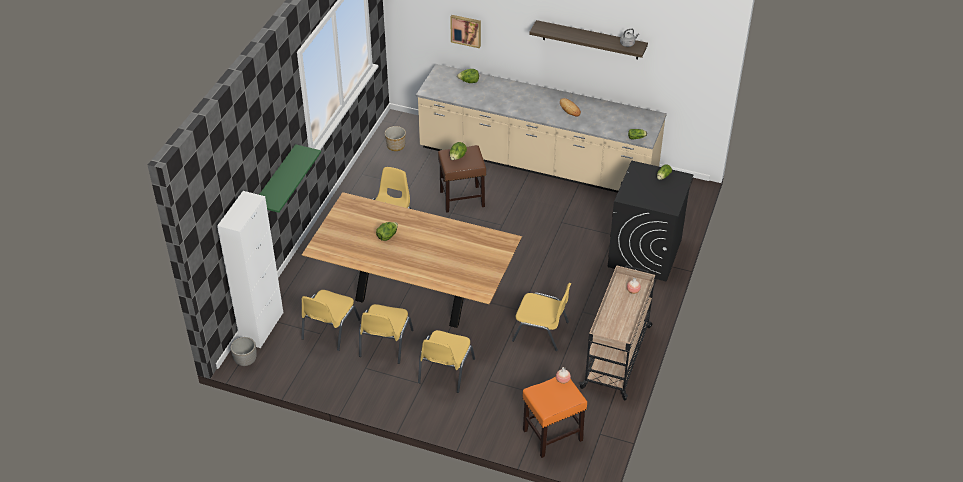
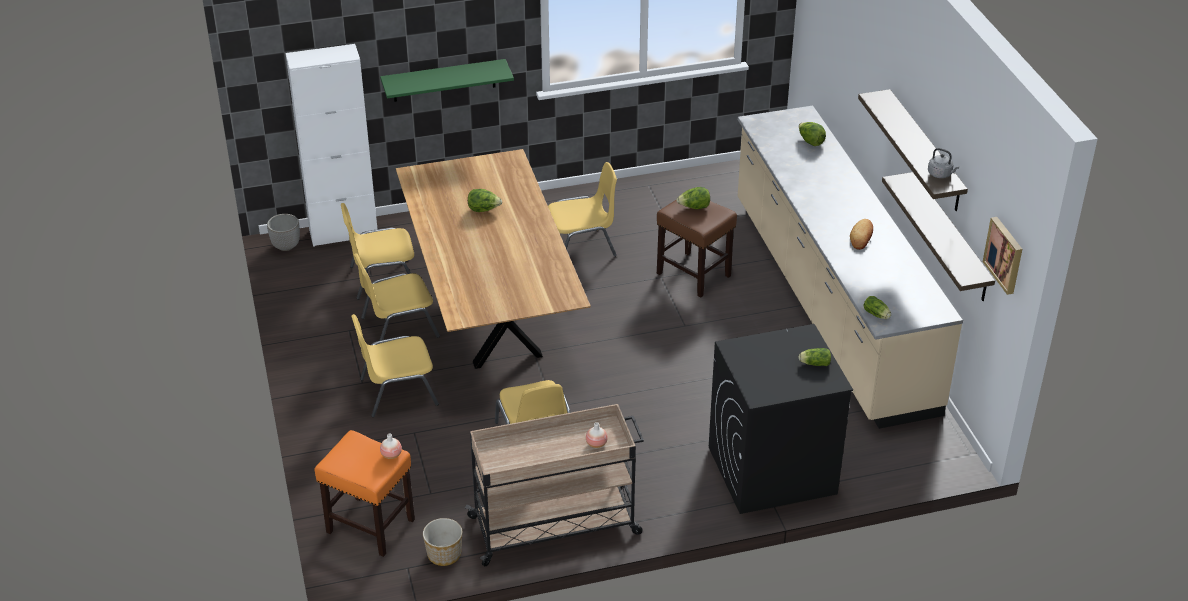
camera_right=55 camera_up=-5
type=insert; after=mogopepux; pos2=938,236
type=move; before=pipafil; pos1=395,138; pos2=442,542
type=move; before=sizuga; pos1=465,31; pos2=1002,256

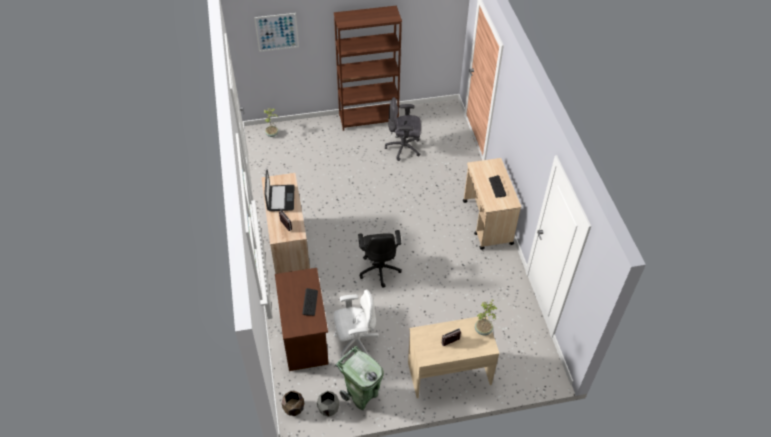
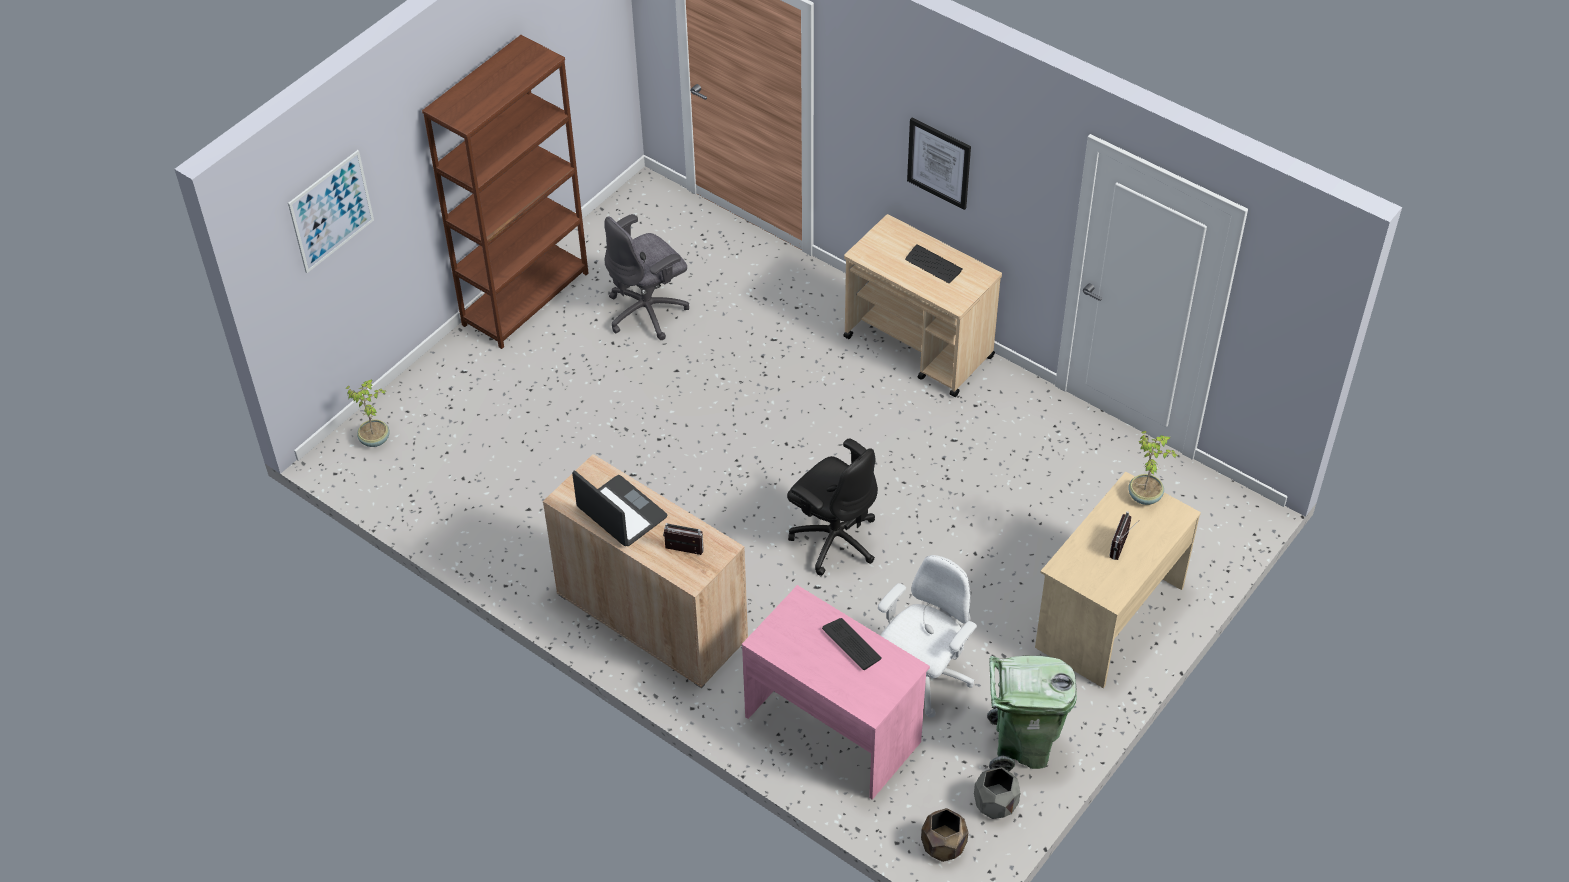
camera_right=-40 camera_up=0
type=insert; after=sizuga; pos2=939,164
type=recolor; before=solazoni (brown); after=solazoni (pink); pos1=302,319; pos2=836,692

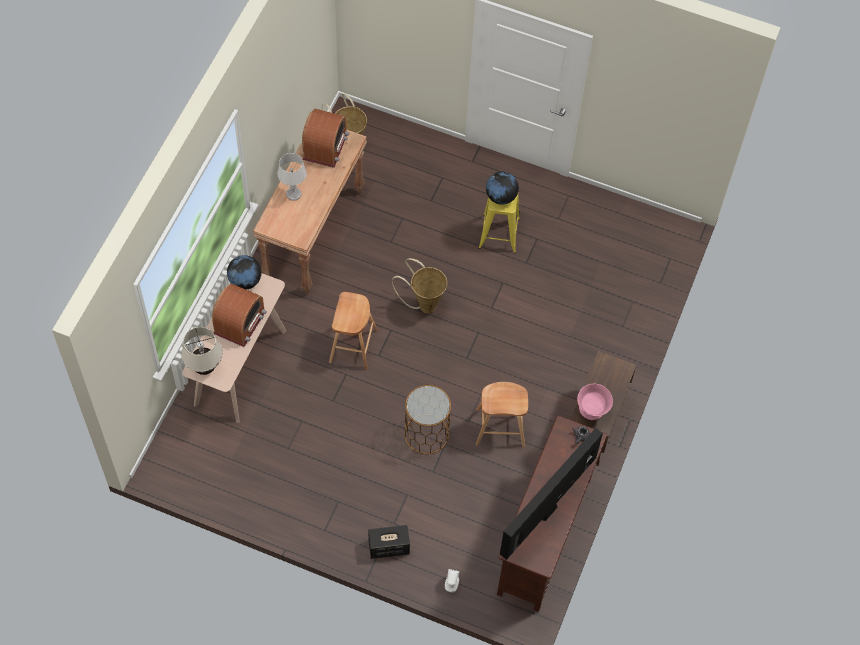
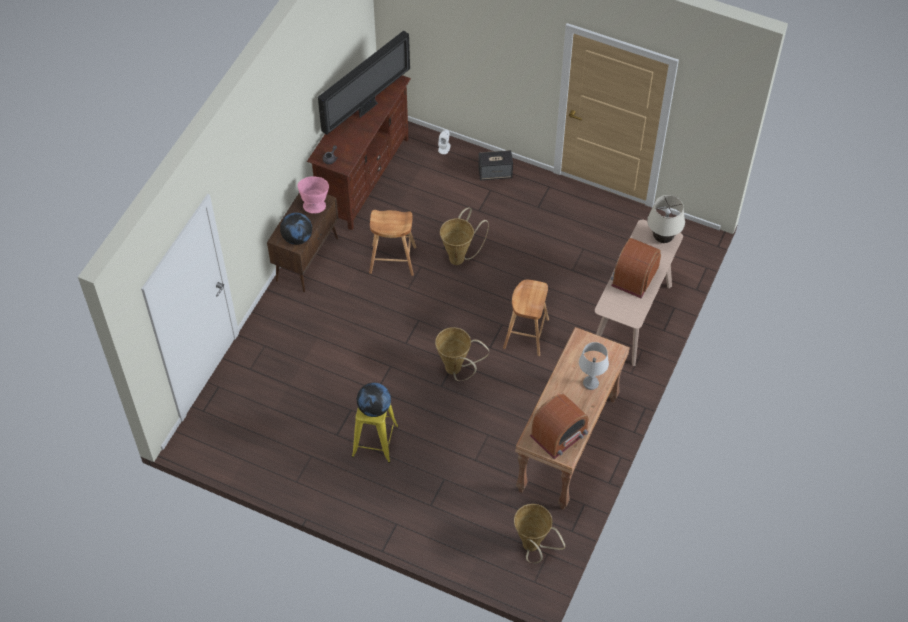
camera_right=-175 camera_up=-5
type=move; before=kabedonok; pos1=244,272; pos2=296,229
type=replace; before=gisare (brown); after=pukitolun; pos1=427,419; pos2=464,236
type=rotate; before=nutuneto; pos1=325,138; pos2=559,426; turn=-150

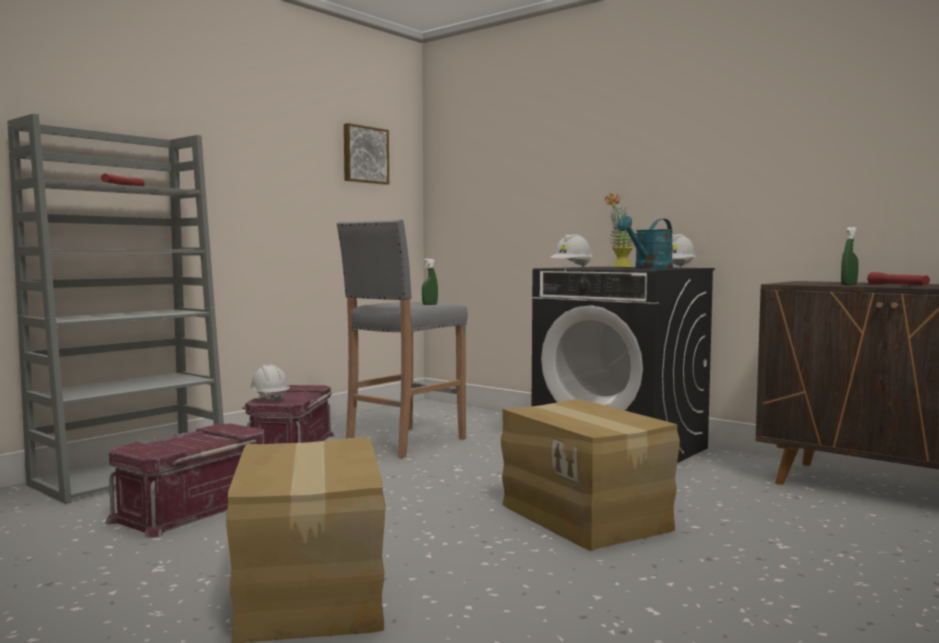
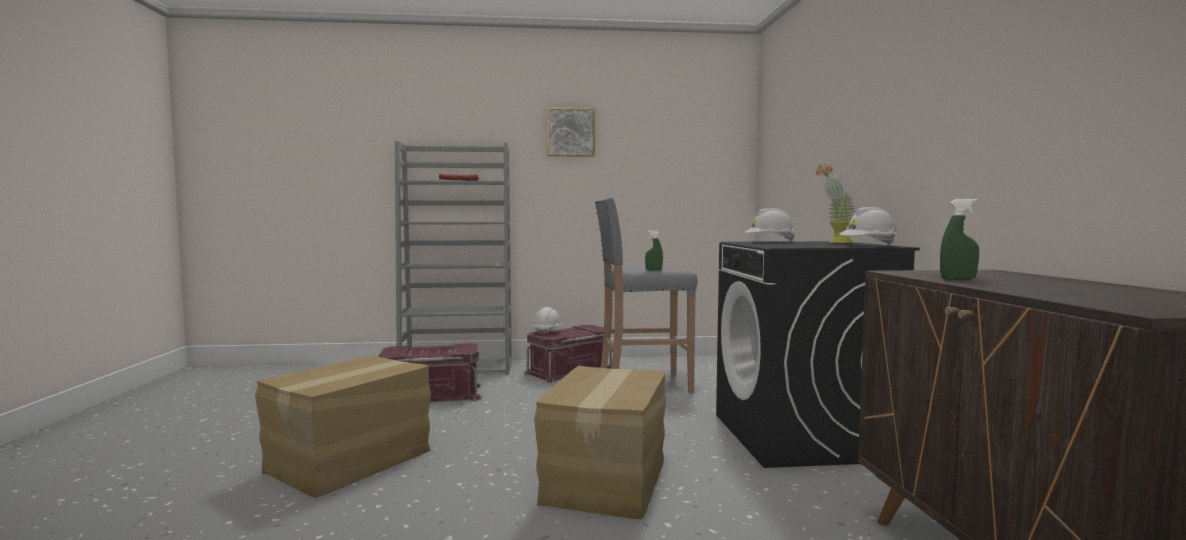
camera_right=45 camera_up=0
type=delete; before=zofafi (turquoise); pos1=645,242
type=delete; before=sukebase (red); pos1=898,278
type=move; before=sizuga; pos1=366,154; pos2=571,132

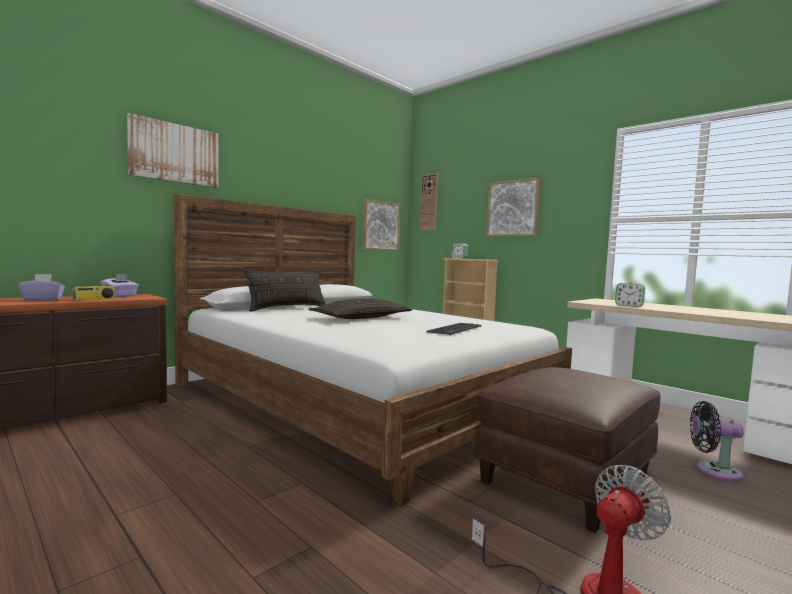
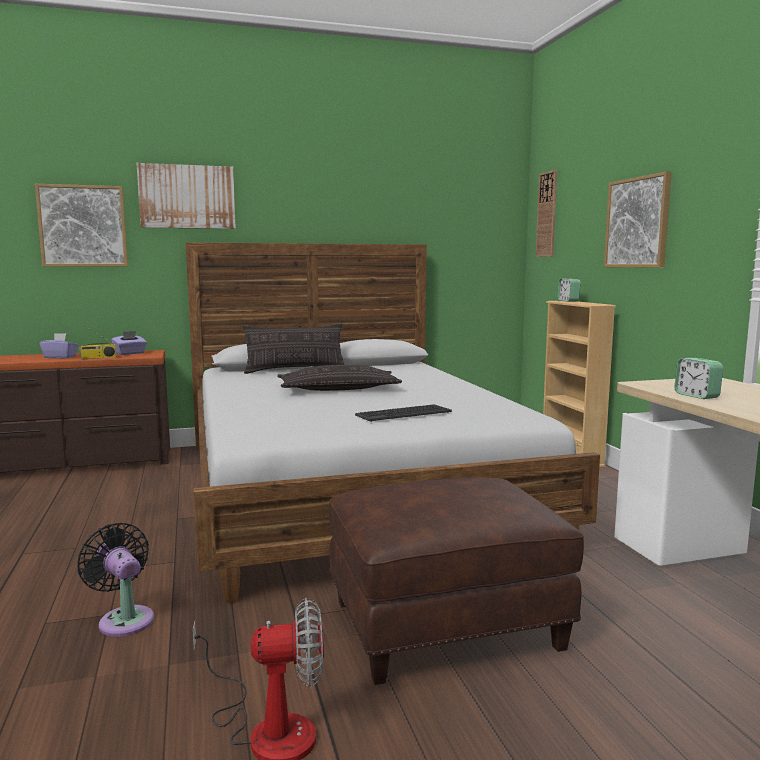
camera_right=30 camera_up=5
type=move; before=sizuga; pos1=381,225; pos2=81,225
type=move; before=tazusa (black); pos1=717,441; pos2=115,580

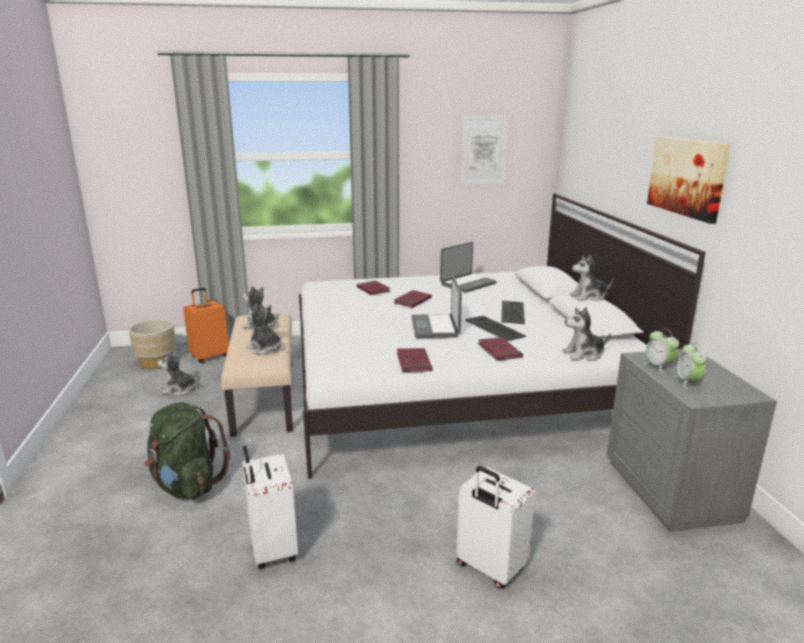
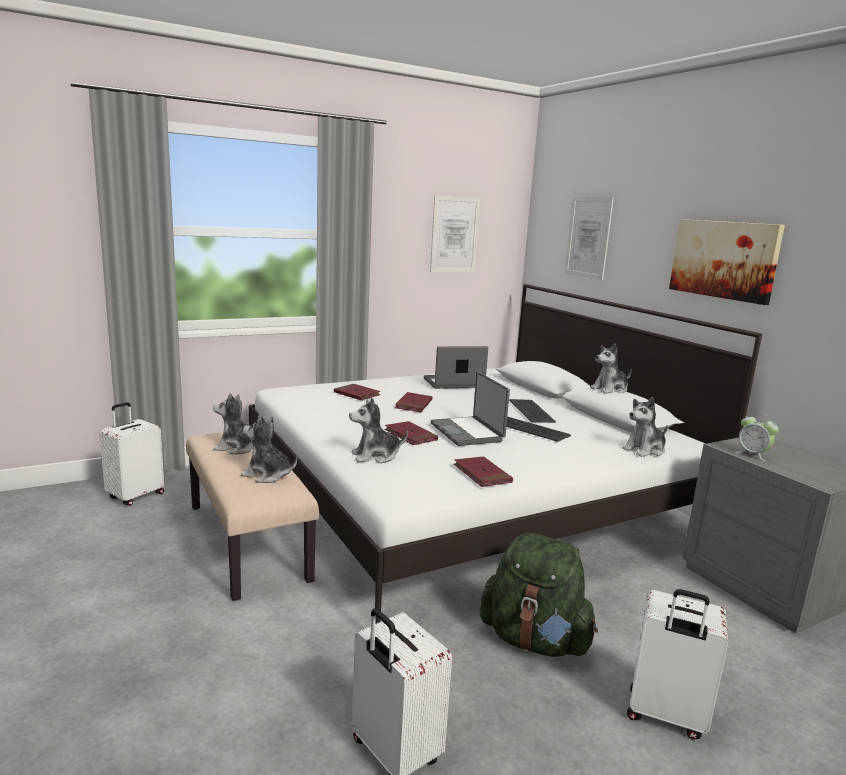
camera_right=-20 camera_up=-5
type=delete; before=pipafil (beige); pos1=152,344
type=delete; before=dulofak; pos1=690,366
type=insert; after=sizuga; pos2=589,238
type=move; before=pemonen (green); pos1=187,451; pos2=539,595
type=move; before=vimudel; pos1=179,373; pos2=378,430
type=move; before=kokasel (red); pos1=500,349; pos2=411,433
type=recolor; before=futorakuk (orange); after=futorakuk (white); pos1=206,325; pos2=132,454
type=rotate; before=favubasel; pos1=468,267; pos2=456,367; turn=-135

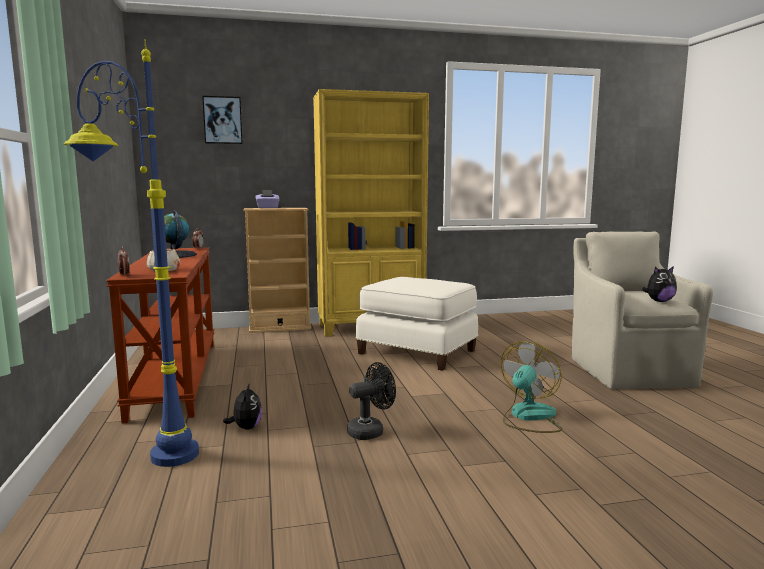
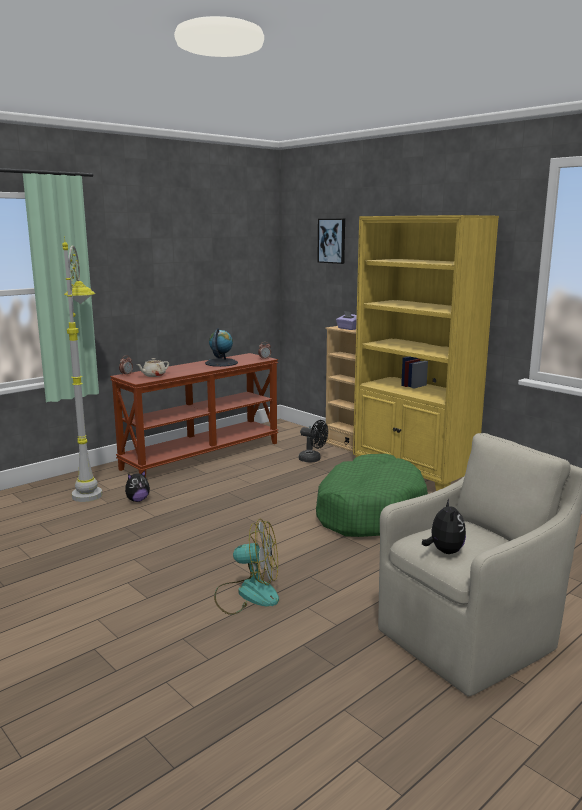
camera_right=60 camera_up=5
type=move; before=tazusa (black); pos1=371,401; pos2=313,441
type=replace; before=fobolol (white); after=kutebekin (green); pos1=417,324; pos2=372,495
type=recolor; before=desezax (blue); after=desezax (grey); pos1=131,253; pos2=82,369
type=rotate; before=vimudel; pos1=659,284; pos2=444,526; turn=-135

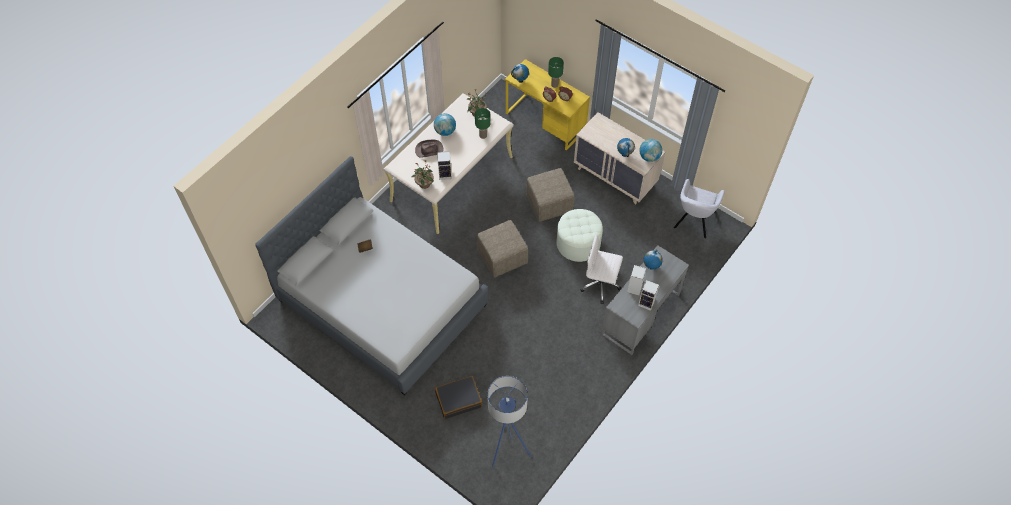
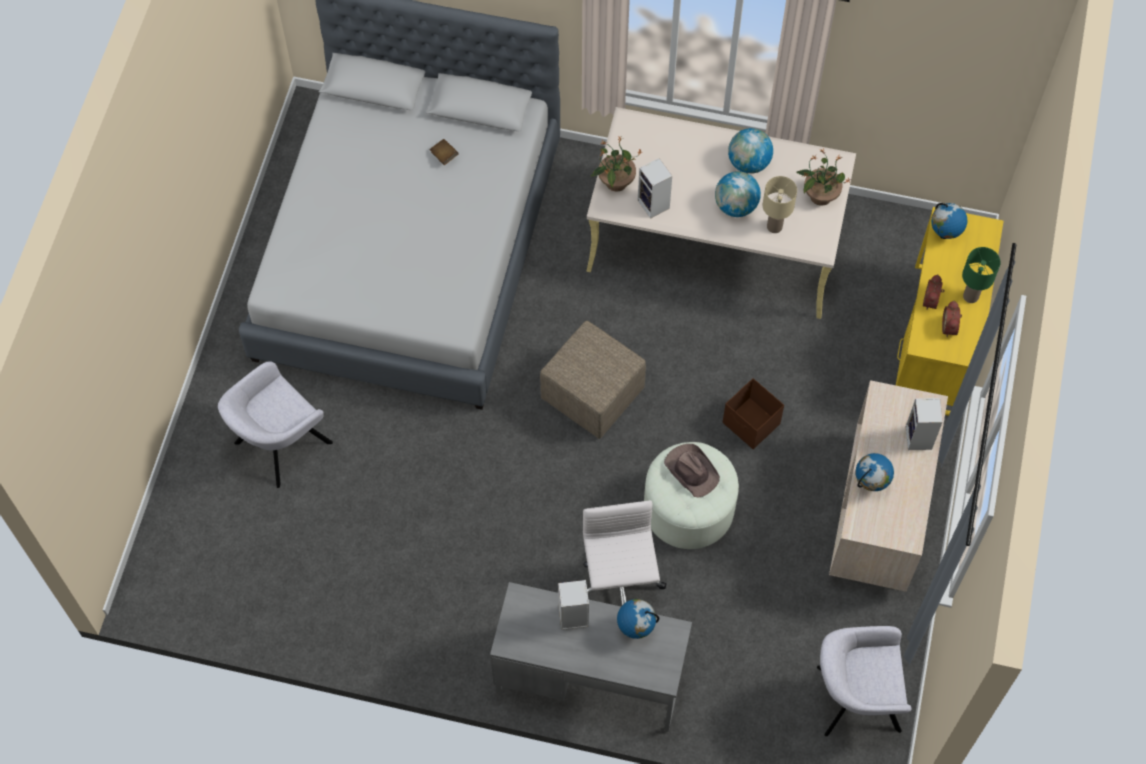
camera_right=65 camera_up=5
type=delete; before=desezax (blue); pos1=509,421
type=move; before=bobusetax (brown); pos1=429,148; pos2=692,470
type=move; before=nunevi; pos1=648,295; pos2=924,424
type=move; before=kabedonok; pos1=650,150; pos2=738,194
type=replace; before=futorakuk (black); after=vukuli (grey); pos1=458,397; pos2=275,424
type=replace; before=fobolol (beige); after=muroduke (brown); pos1=550,195; pos2=753,413
type=recolor; before=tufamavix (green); after=tufamavix (beige); pos1=483,123; pos2=780,204

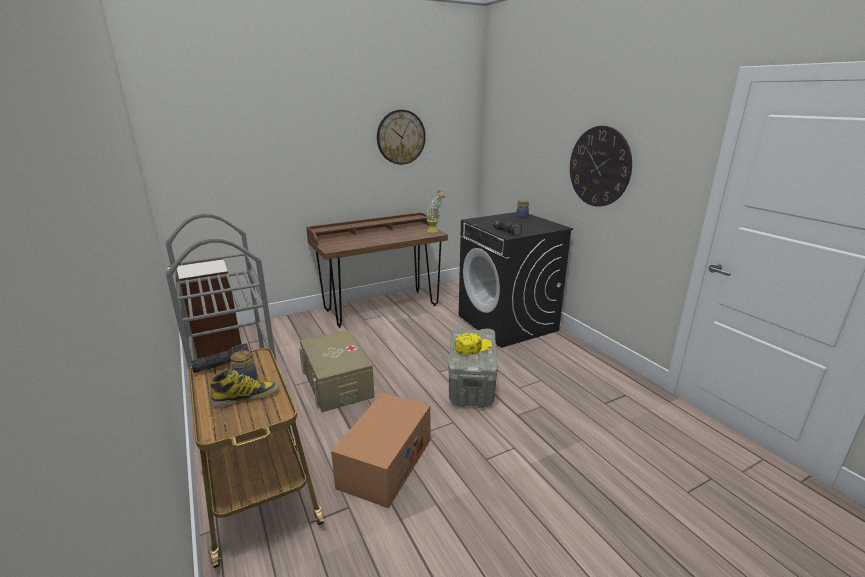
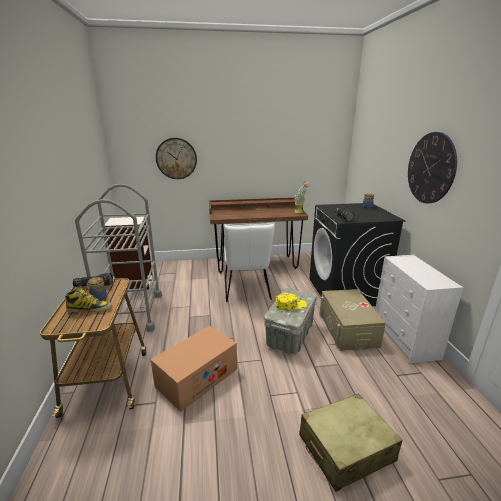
camera_right=20 camera_up=0
type=insert; after=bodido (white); pos2=249,262
type=insert; after=futorakuk (beige); pos2=350,443
type=insert; after=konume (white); pos2=419,309
type=move; before=muroduke (beige); pos1=337,371; pos2=352,320
type=move; before=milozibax; pos1=401,137; pos2=176,158

